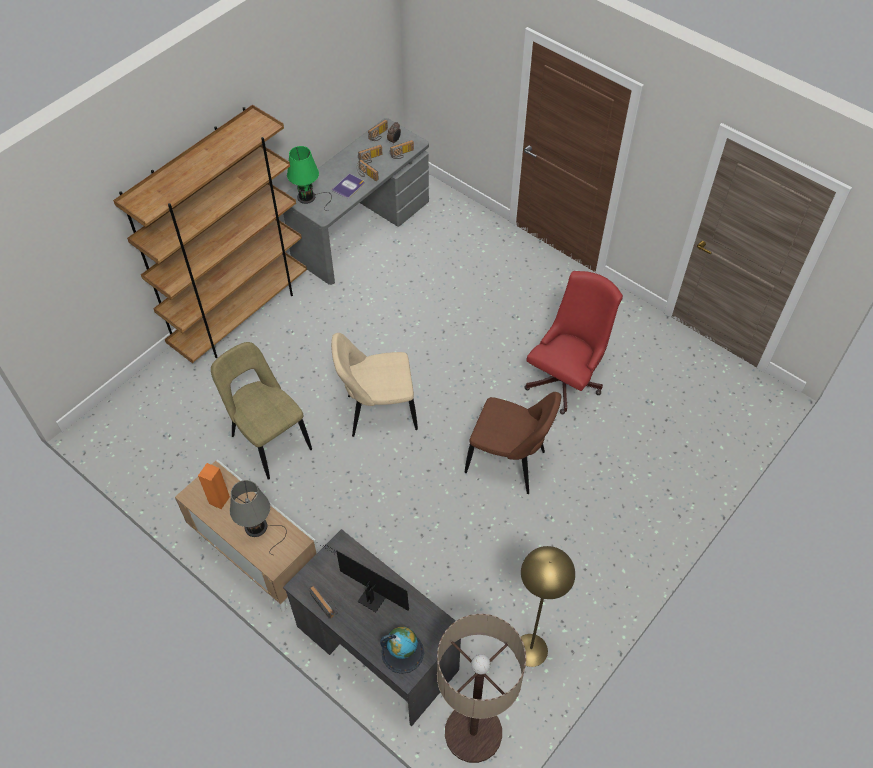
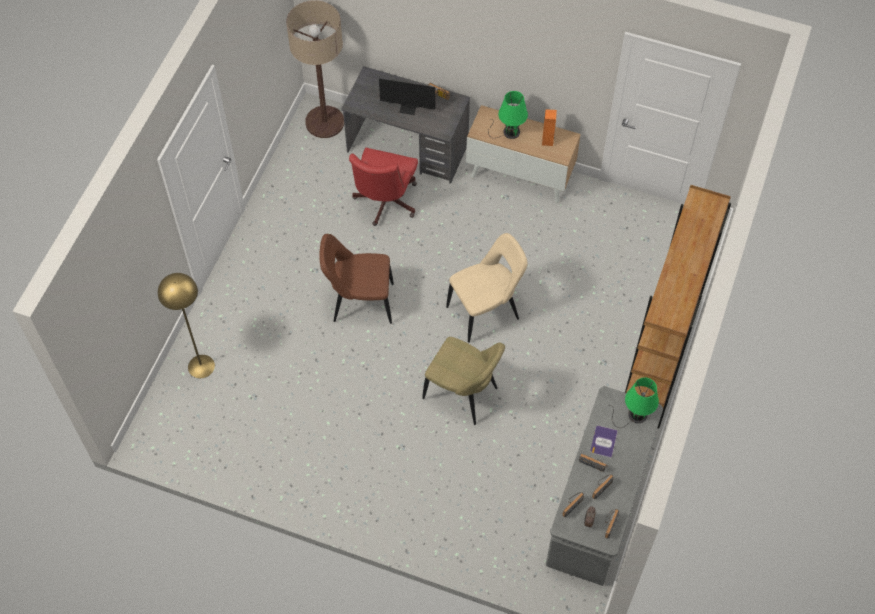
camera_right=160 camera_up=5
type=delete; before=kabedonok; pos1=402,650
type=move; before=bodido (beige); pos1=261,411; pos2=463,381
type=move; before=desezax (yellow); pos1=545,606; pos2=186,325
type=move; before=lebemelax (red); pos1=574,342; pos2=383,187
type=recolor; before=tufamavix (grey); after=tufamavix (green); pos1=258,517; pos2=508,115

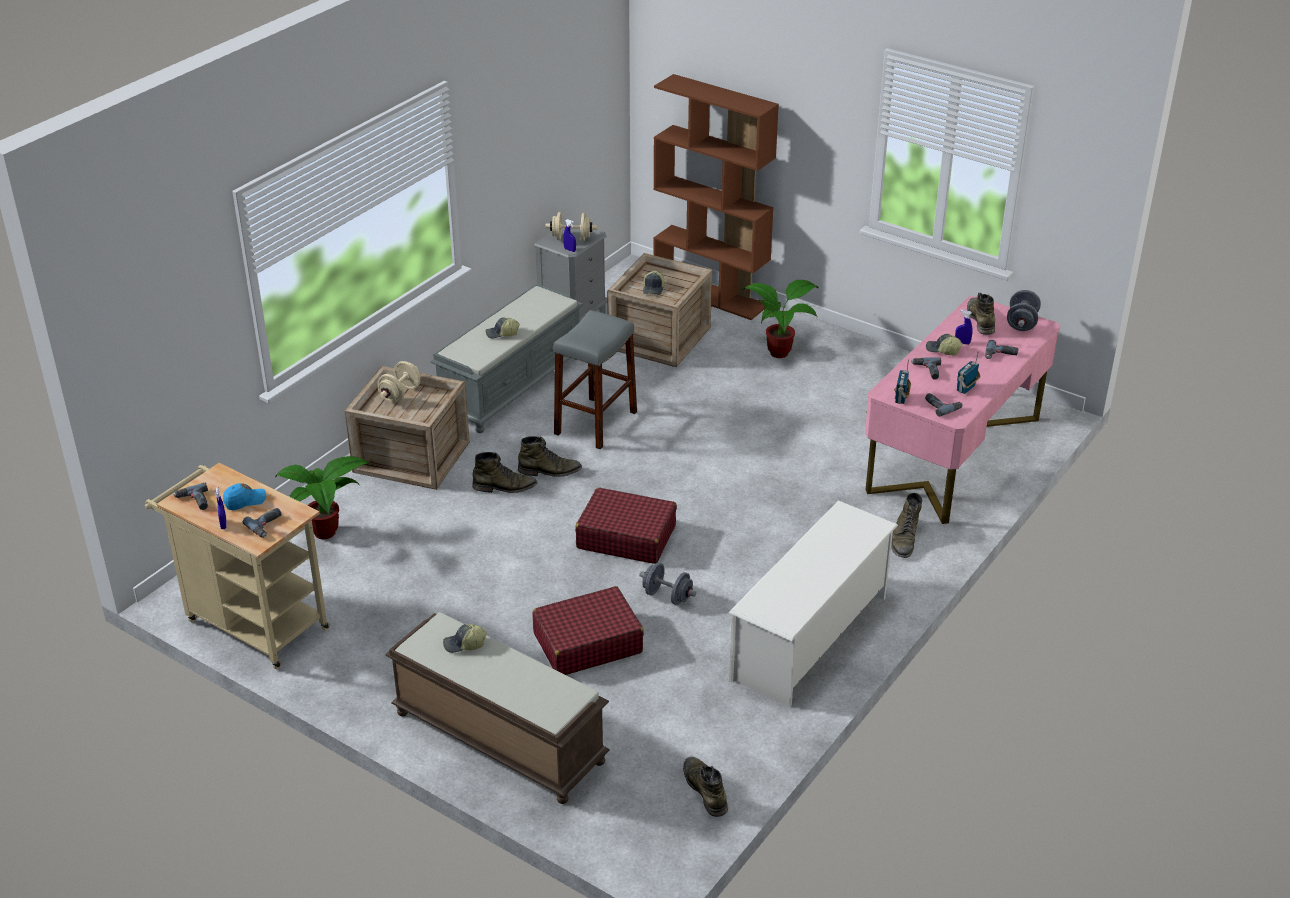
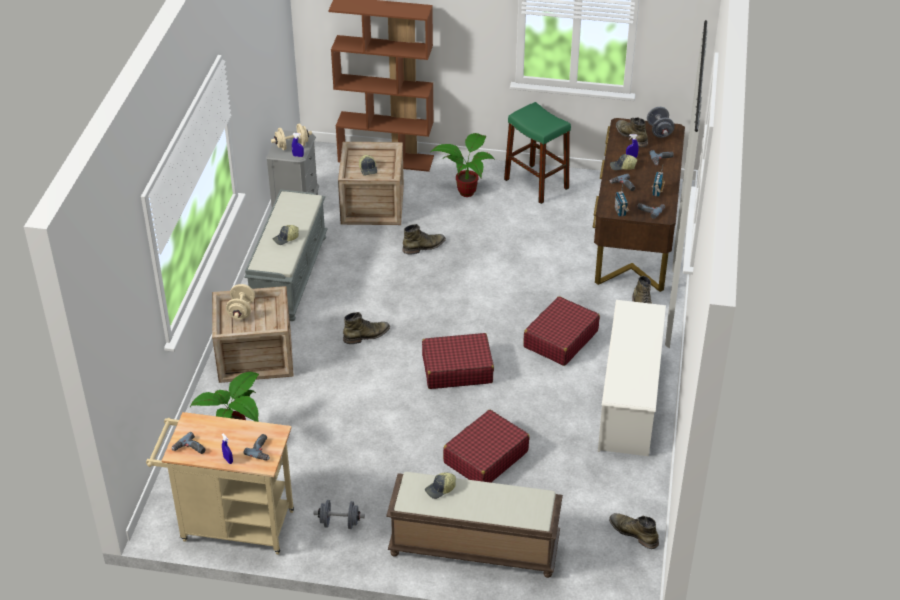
camera_right=-25 camera_up=5
type=delete; before=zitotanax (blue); pos1=244,496
type=delete; before=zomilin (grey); pos1=595,380
type=insert; after=zomilin (green); pos2=537,153
type=insert; after=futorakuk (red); pos2=561,331
type=move; before=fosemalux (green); pos1=505,472; pos2=424,239
type=move; before=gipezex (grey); pos1=667,584; pos2=339,514
type=recolor; before=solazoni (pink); after=solazoni (brown); pos1=962,410; pos2=638,205

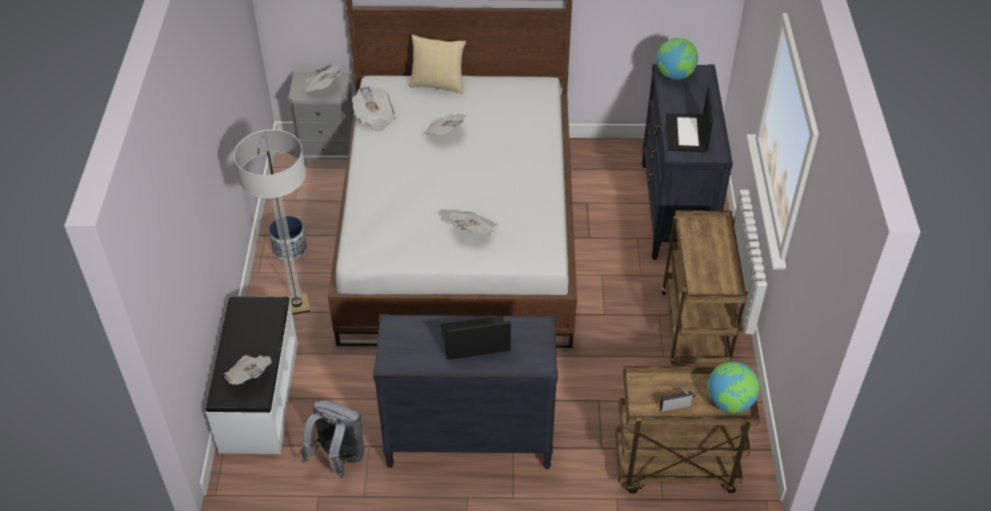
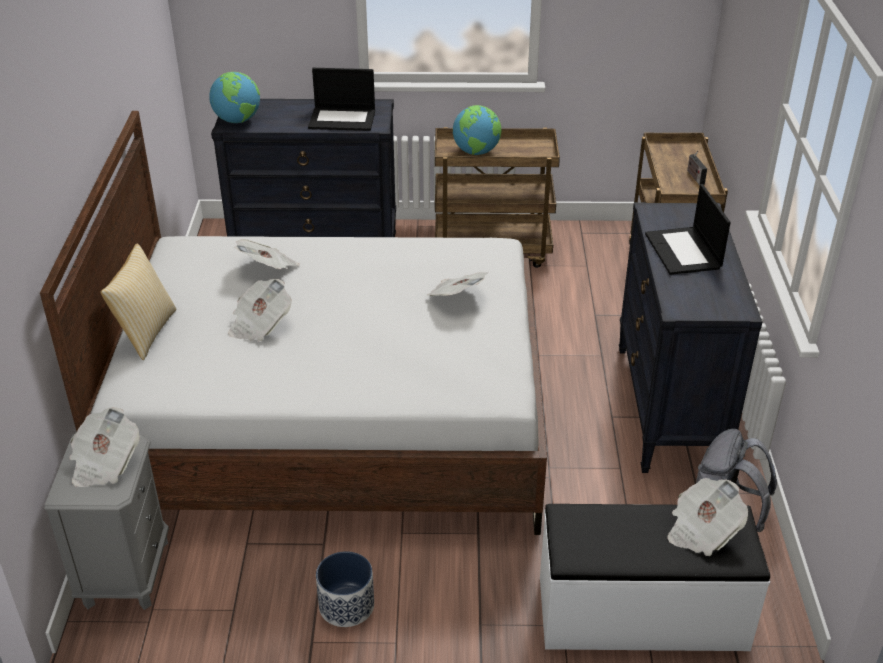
camera_right=-90 camera_up=-10
type=delete; before=desezax; pos1=272,222
type=move; before=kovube; pos1=374,109; pos2=267,254
type=move; before=kabedonok; pos1=733,387; pos2=477,130

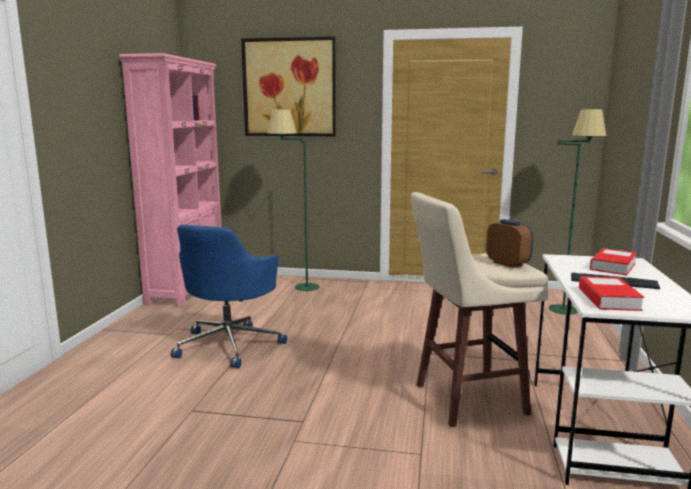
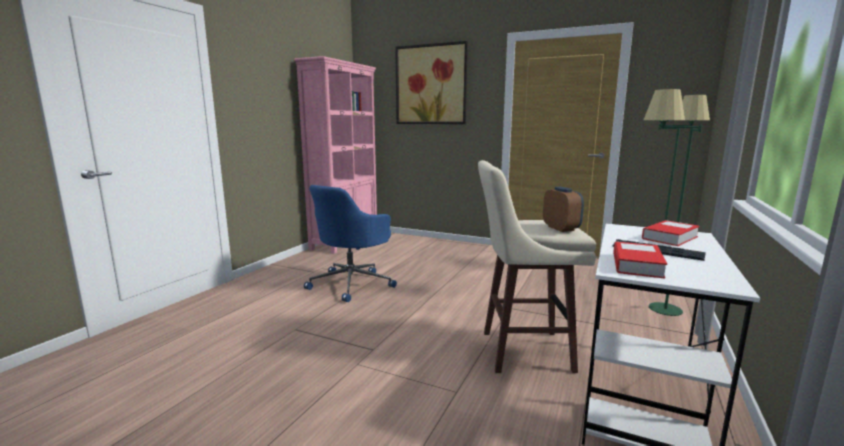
camera_right=15 camera_up=0
type=move; before=desezax (green); pos1=293,200; pos2=673,202

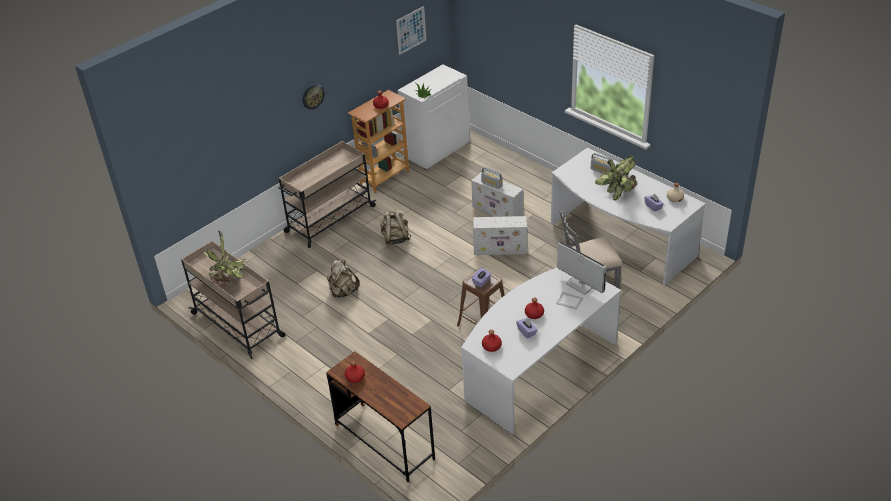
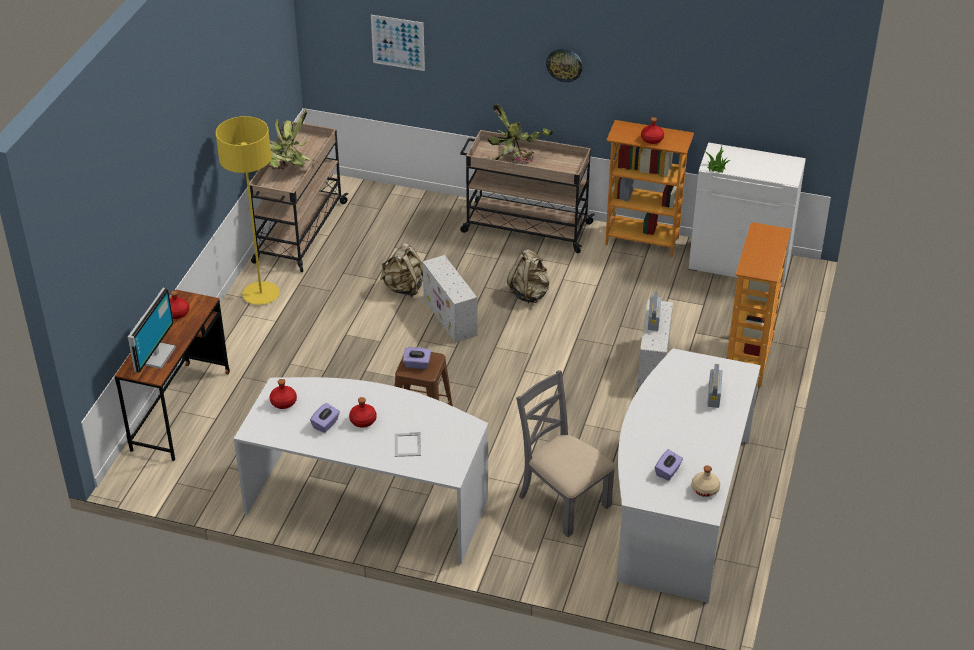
camera_right=60 camera_up=0
type=insert; after=desezax (yellow); pos2=248,210
type=insert; after=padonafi; pos2=759,304
type=move; before=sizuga; pos1=411,30; pos2=398,43
type=move; before=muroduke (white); pos1=500,235; pos2=450,299
type=move; before=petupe; pos1=581,268; pos2=152,330
type=move; before=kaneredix; pos1=616,178; pos2=520,134

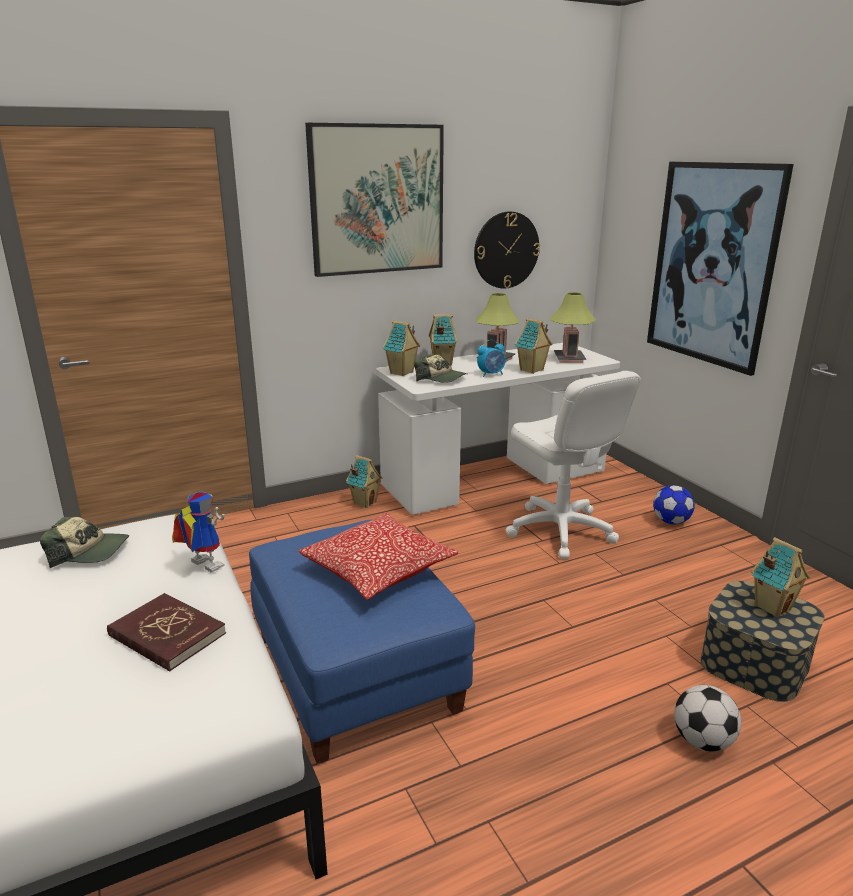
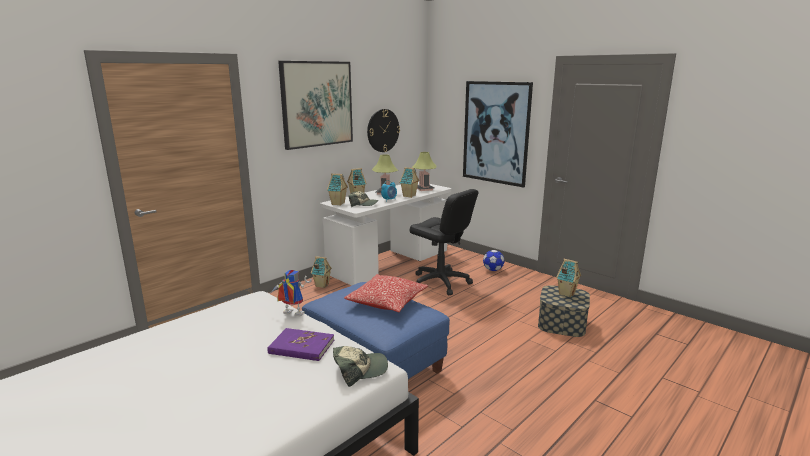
camera_right=-20 camera_up=-5
type=delete; before=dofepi; pos1=707,718
type=move; before=zitotanax; pos1=84,542; pos2=360,366
type=recolor; before=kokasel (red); after=kokasel (purple); pos1=166,632; pos2=300,344
type=recolor; before=lebemelax (white); after=lebemelax (black); pos1=573,465; pos2=443,242

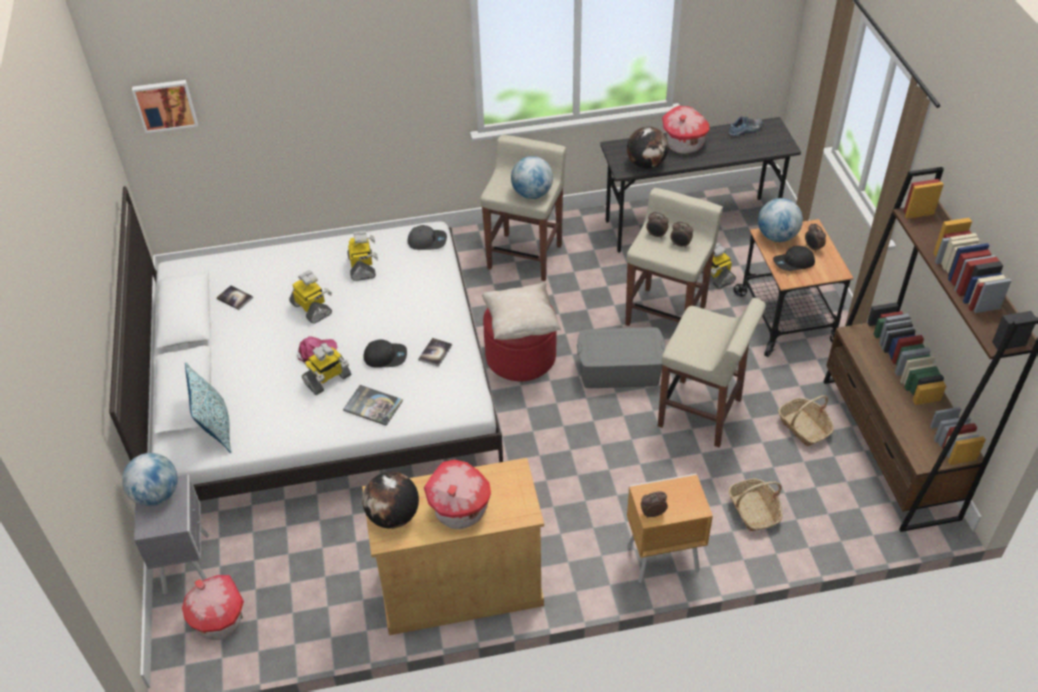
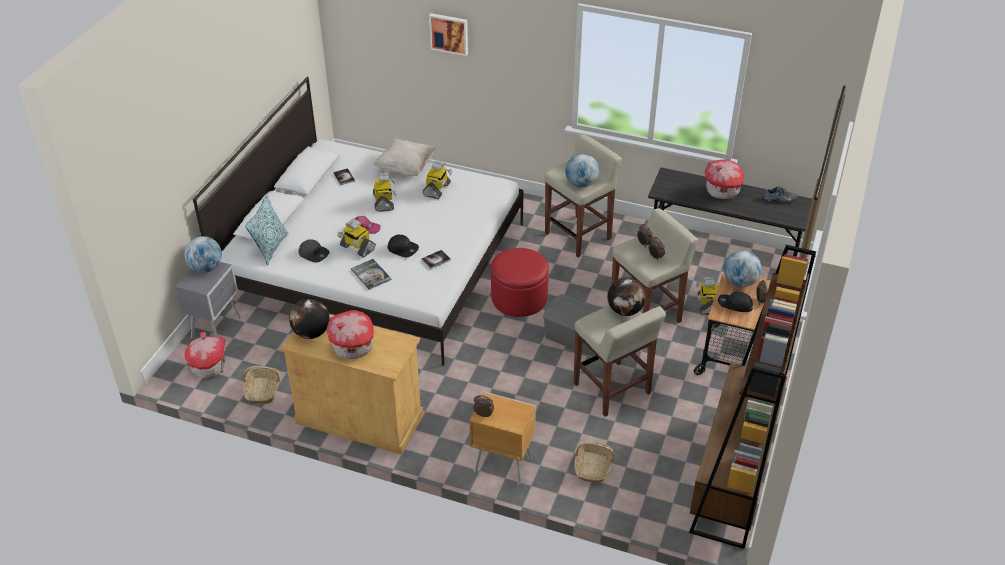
camera_right=30 camera_up=-5
type=move; before=sizuga; pos1=165,106; pos2=448,34
type=move; before=zitotanax (grey); pos1=427,237; pos2=314,251
type=move; before=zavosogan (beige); pos1=521,311; pos2=404,157
type=move; before=kabedonok; pos1=647,148; pos2=626,297
type=move; before=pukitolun; pos1=806,420; pos2=261,385
type=rotate; before=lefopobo; pos1=326,369; pos2=356,237; turn=45

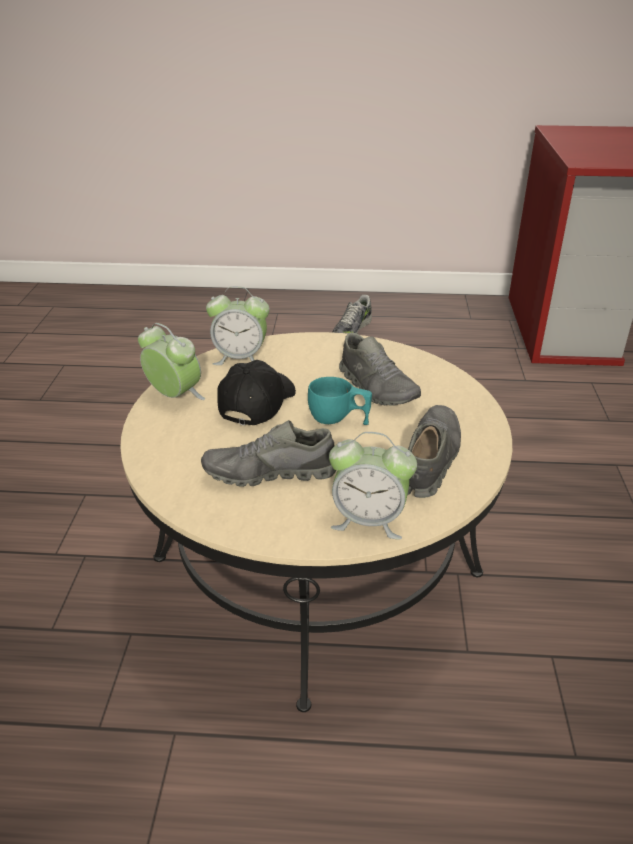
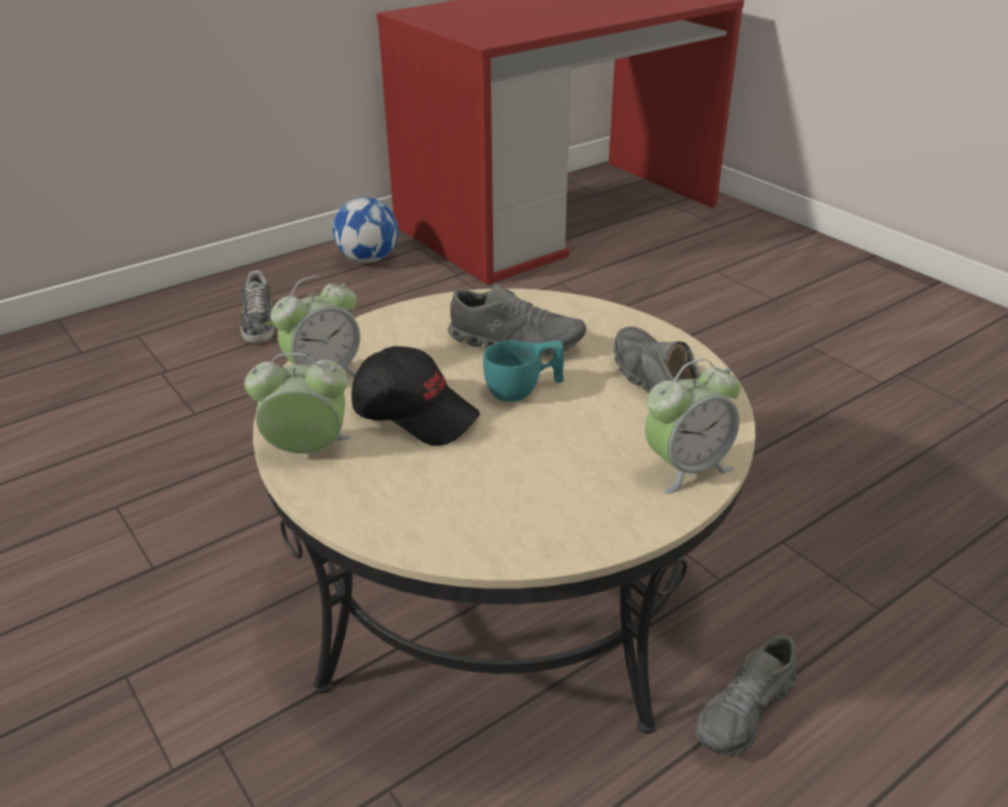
camera_right=-40 camera_up=0
type=insert; after=dofepi; pos2=365,230
type=move; before=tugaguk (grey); pos1=268,453; pos2=746,696
type=rotate; before=zitotanax (black); pos1=256,392; pos2=416,396; turn=135

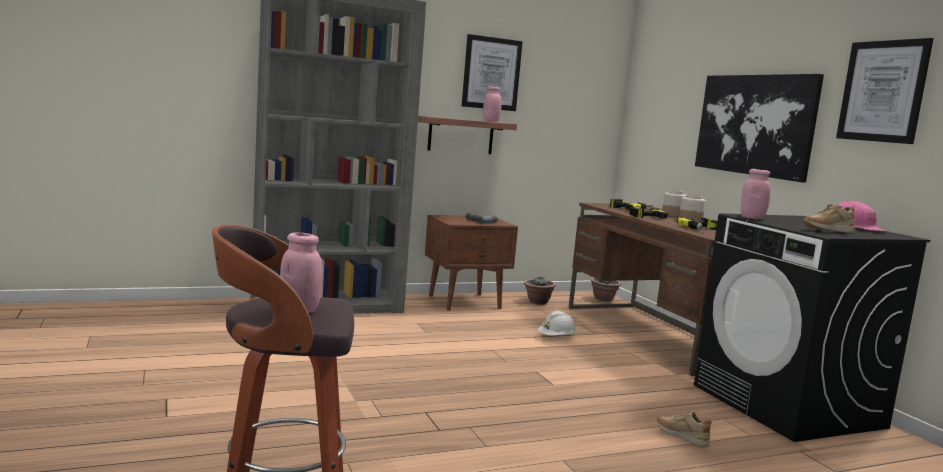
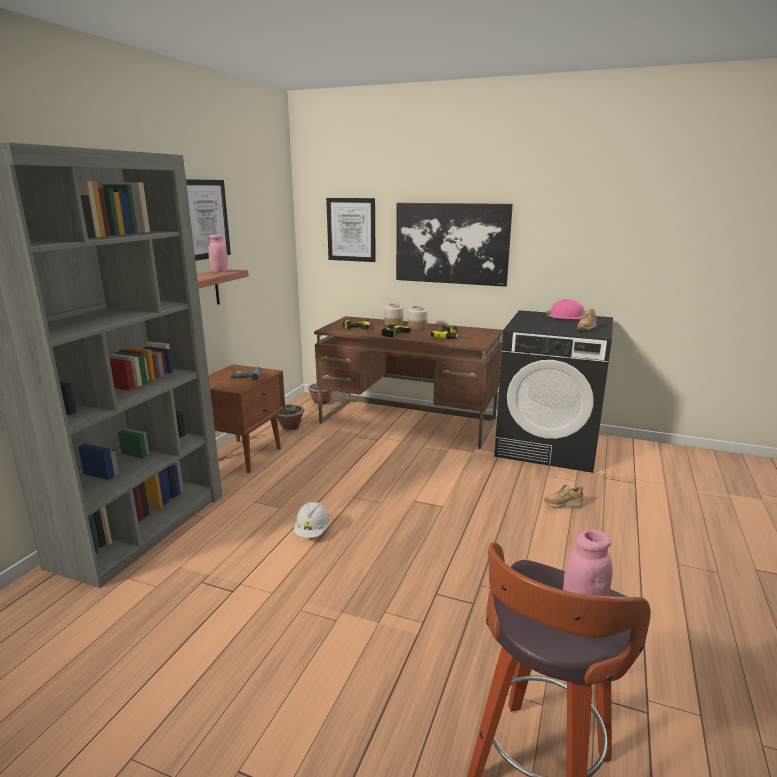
camera_right=-45 camera_up=10
type=delete; before=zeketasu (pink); pos1=755,194
type=move; before=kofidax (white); pos1=556,323; pos2=312,520
type=move; before=sizuga; pos1=885,91; pos2=351,230

